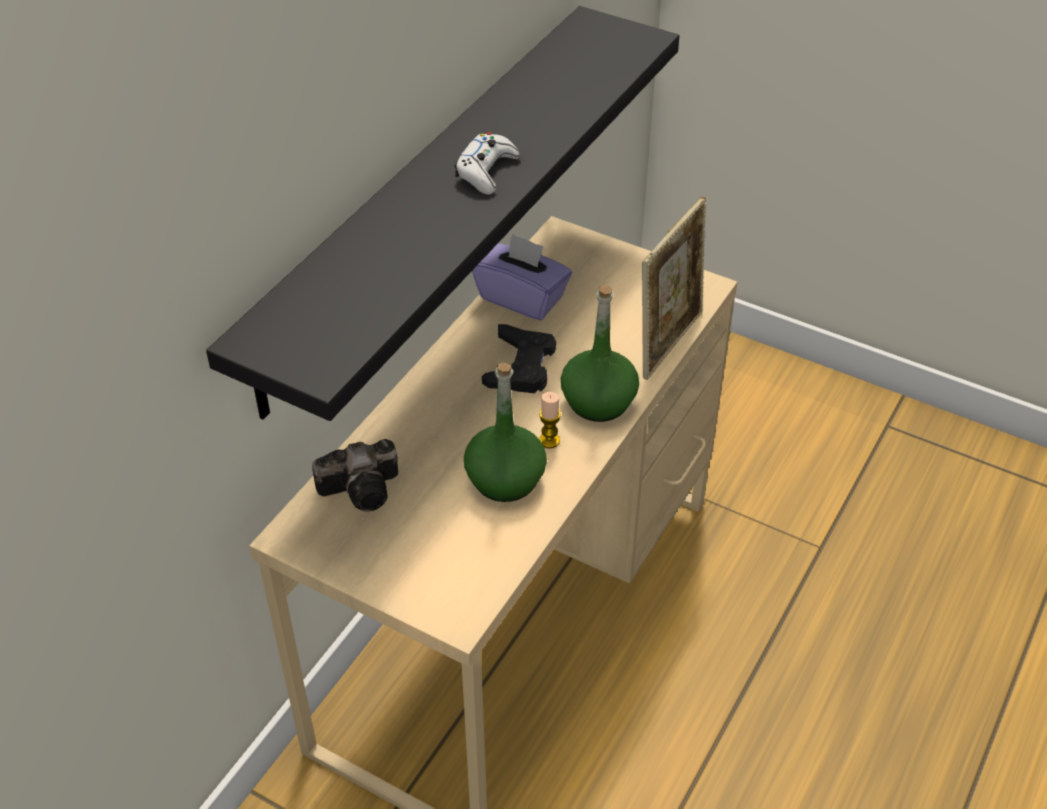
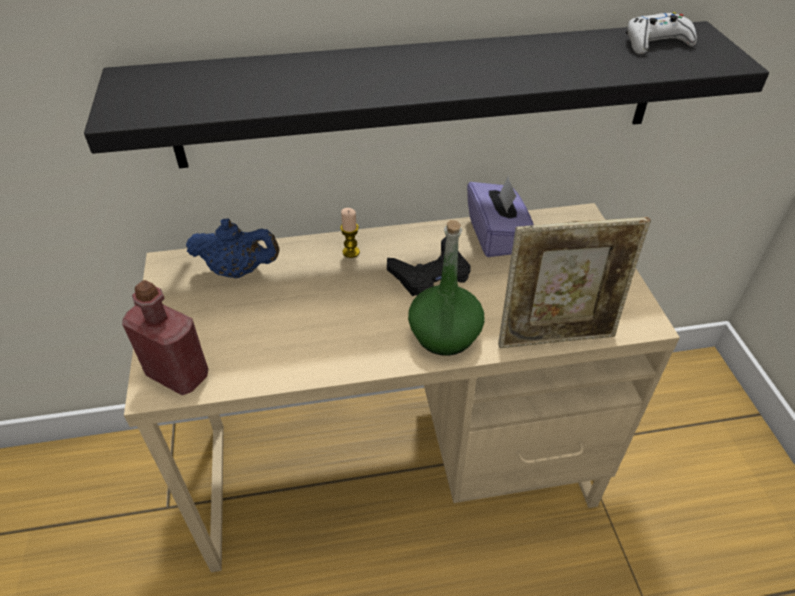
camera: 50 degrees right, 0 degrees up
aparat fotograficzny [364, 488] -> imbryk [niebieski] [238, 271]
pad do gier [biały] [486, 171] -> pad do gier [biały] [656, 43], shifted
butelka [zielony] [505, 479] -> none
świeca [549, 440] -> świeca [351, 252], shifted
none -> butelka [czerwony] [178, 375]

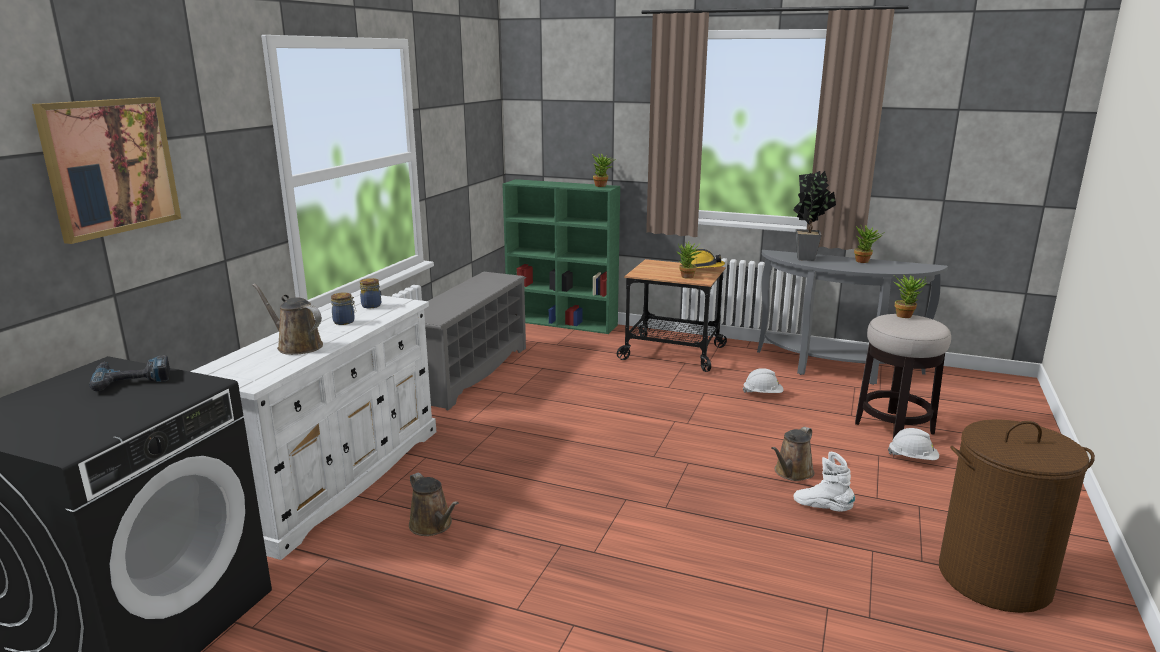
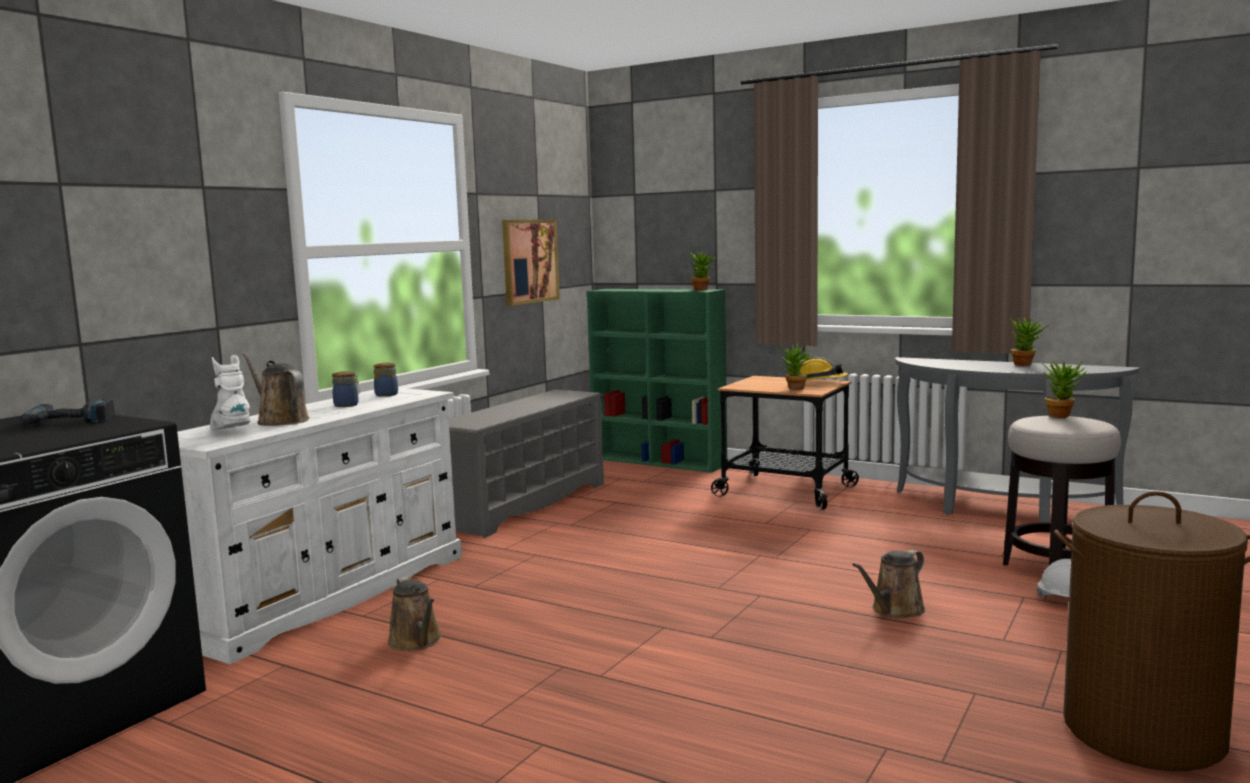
camera: 10 degrees right, 10 degrees down
obraz [110, 166] -> obraz [529, 261], shifted
kask [biały] [762, 394] -> none
roślina doniczkowa [807, 257] -> none
but z cholewką [biały] [822, 508] -> but z cholewką [biały] [231, 432], shifted

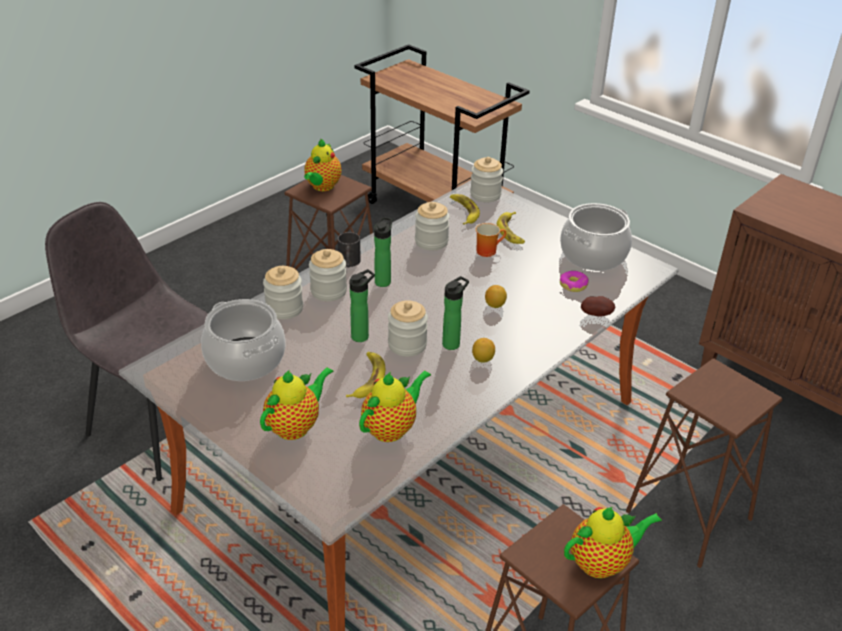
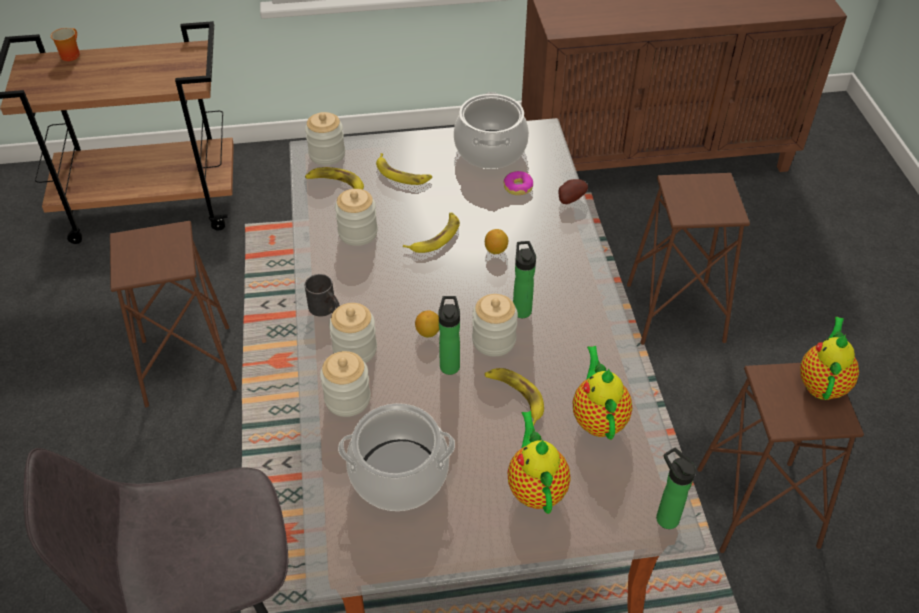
camera: 50 degrees left, 10 degrees up
imbryk [322, 187] -> none
butelka [383, 281] -> butelka [664, 516], shifted
cytryna [483, 359] -> cytryna [428, 332], shifted
kubek [487, 250] -> kubek [70, 54], shifted
none -> banan [435, 237]

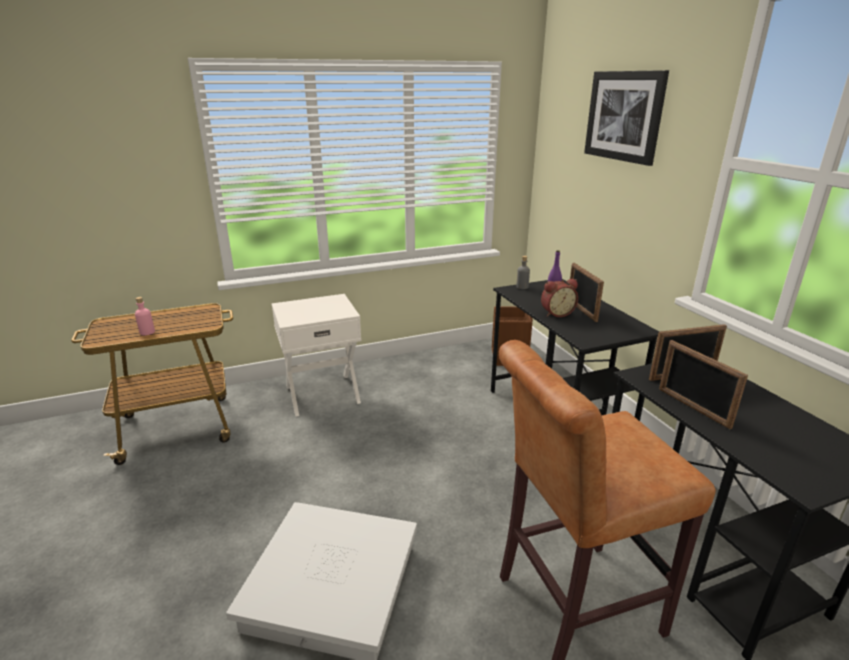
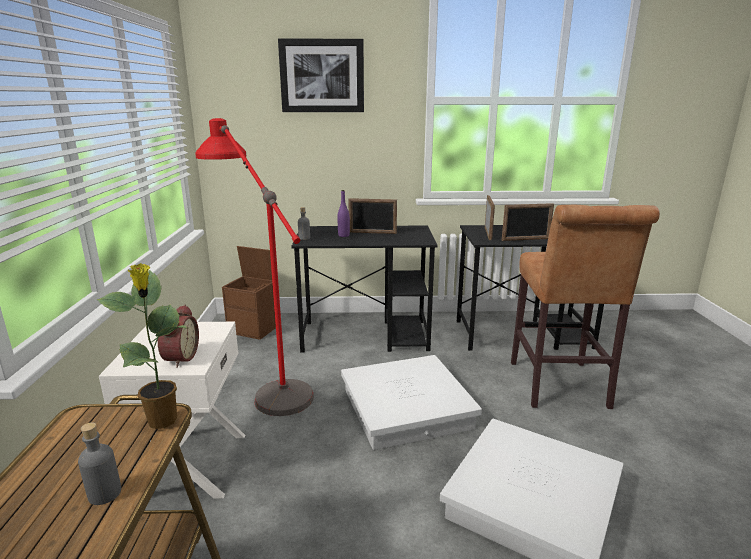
camera: 70 degrees left, 5 degrees down
butelka [różowy] [147, 332] -> butelka [szary] [104, 493]
budzik [556, 313] -> budzik [179, 358], shifted
none -> roślina doniczkowa [163, 421]
none -> lampa stojąca [czerwony] [266, 380]
none -> pojemnik do przechowywania [biały] [407, 408]

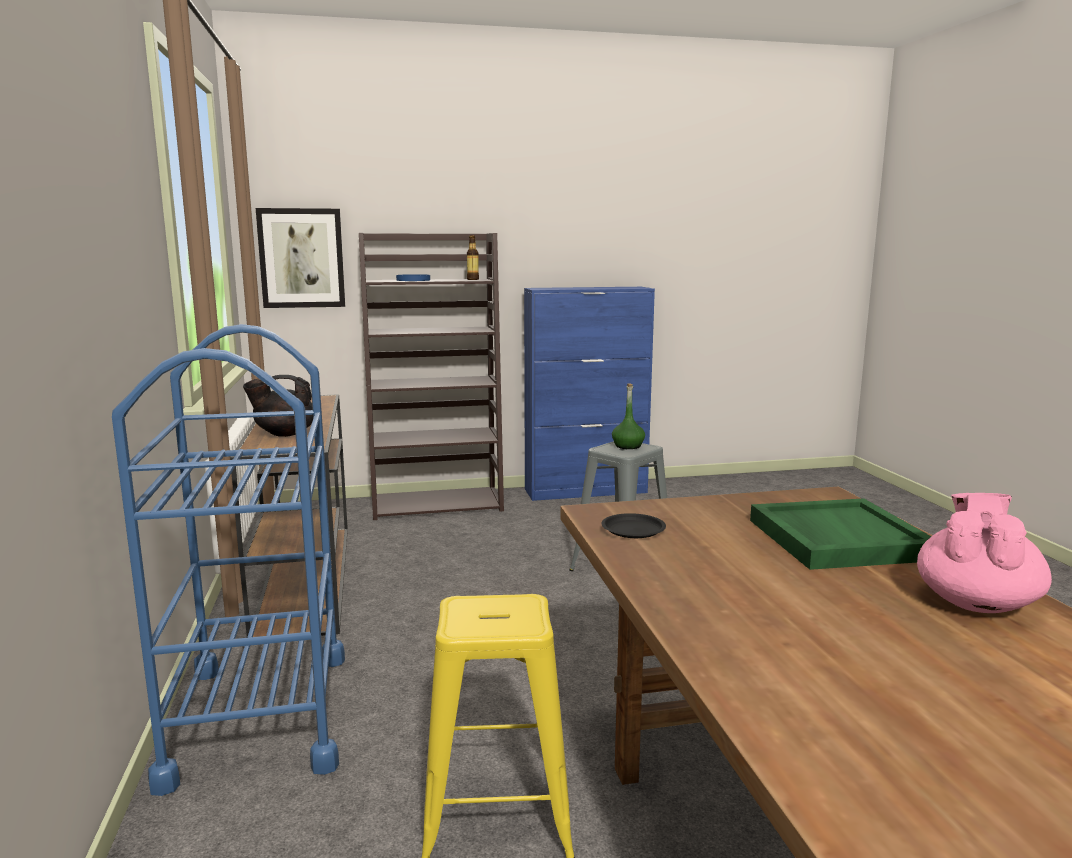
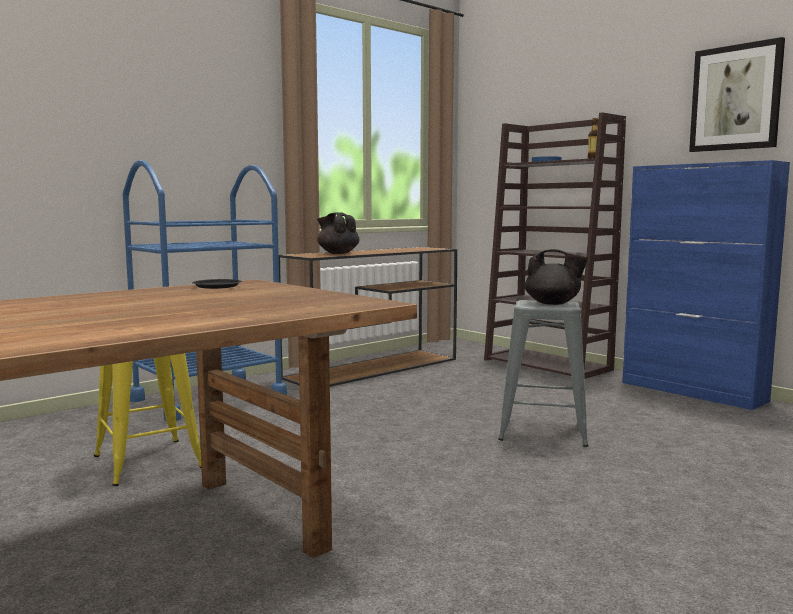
camera: 60 degrees right, 5 degrees down
obraz [301, 258] -> obraz [735, 98], shifted
butelka [zielony] [628, 446] -> imbryk [czarny] [553, 303]
taca [zielony] [836, 539] -> none
imbryk [różowy] [976, 603] -> none

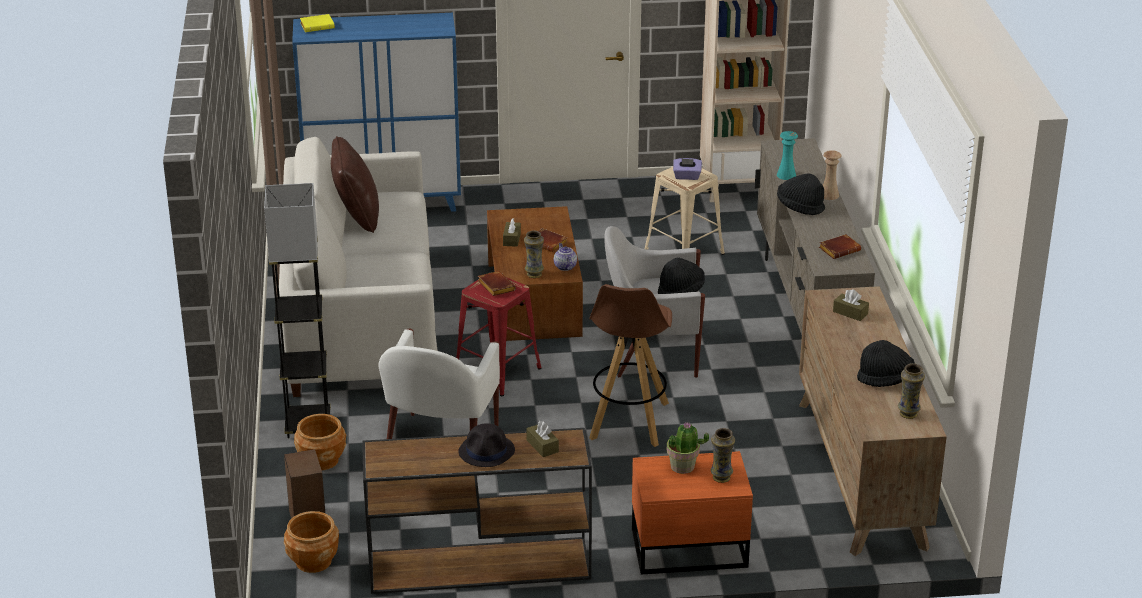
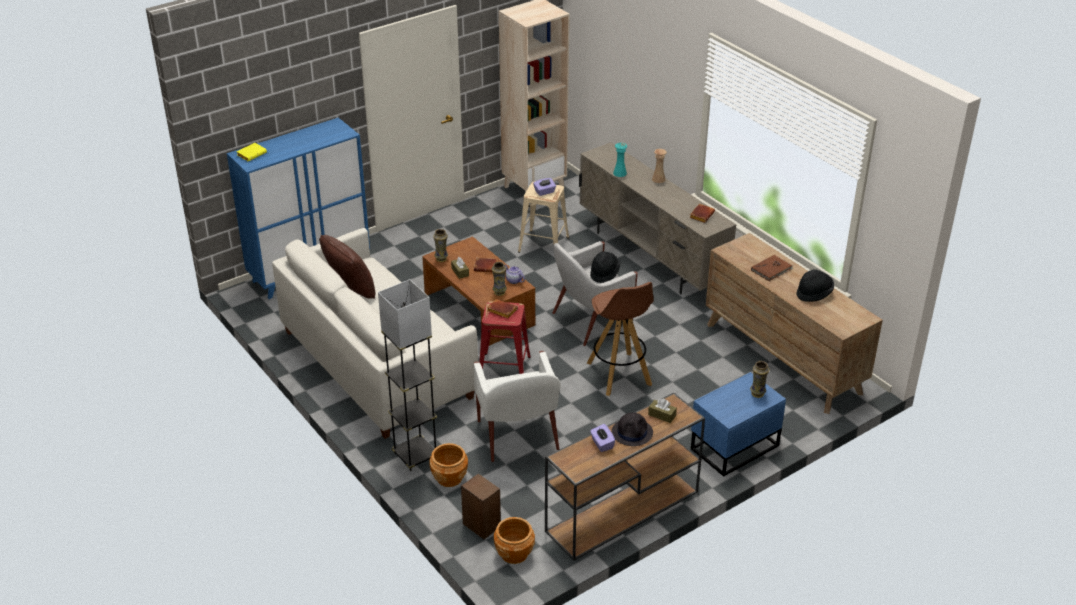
camera: 30 degrees left, 5 degrees up
szafka nocna [pomarańczowy] [687, 547] -> szafka nocna [niebieski] [732, 447]
roślina doniczkowa [683, 466] -> none
kapelusz [czarny] [800, 207] -> none
pudełko chusteczek [brązowy] [850, 313] -> none
wazon [908, 414] -> wazon [441, 259], shifted
none -> pudełko chusteczek [fioletowy] [602, 444]
none -> książka [brązowy] [772, 269]

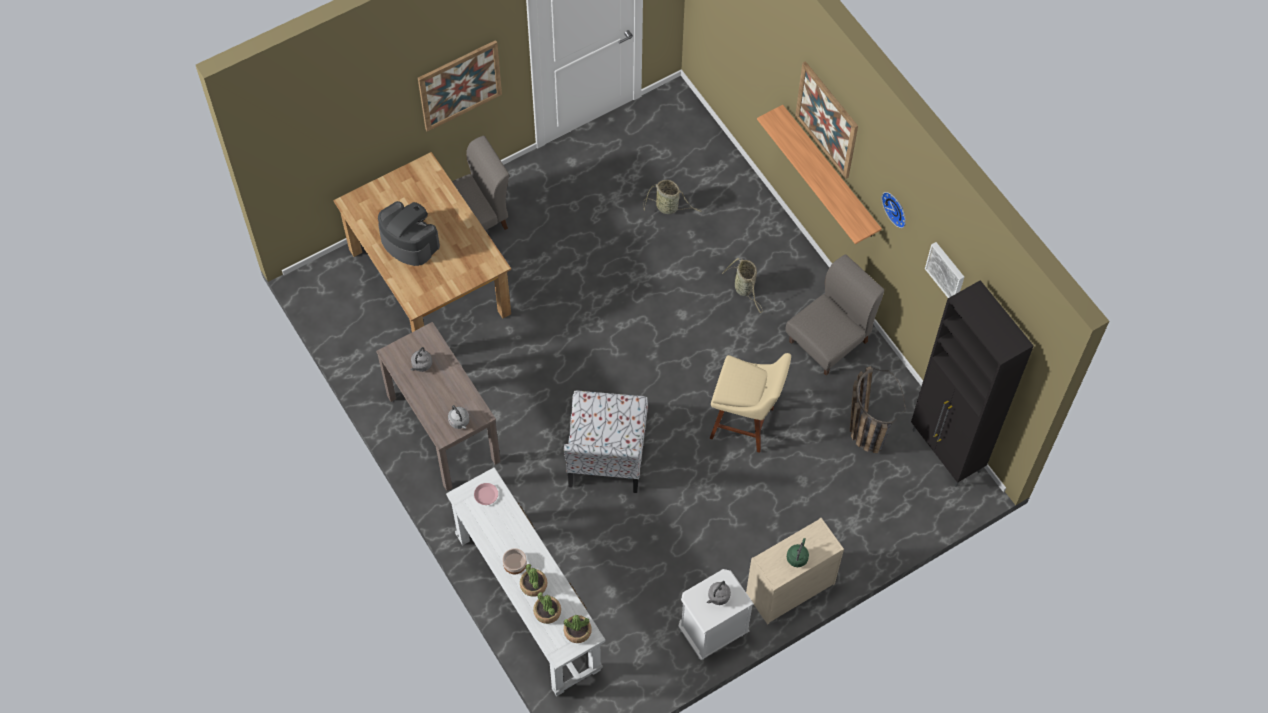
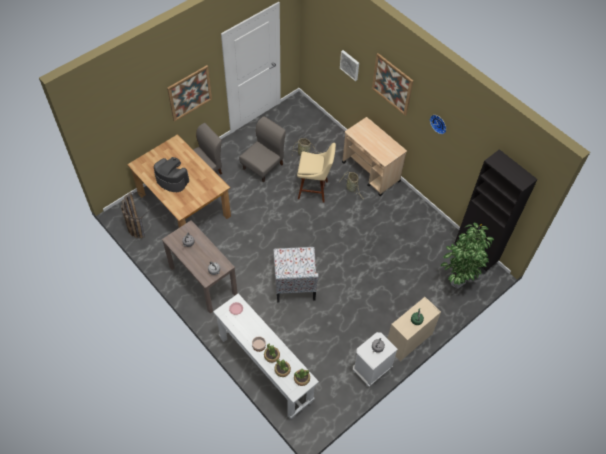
camera: 10 degrees left, 5 degrees down
stołek [beżowy] [745, 424] -> stołek [beżowy] [314, 190], shifted
półka [830, 173] -> none
krzesło [szary] [829, 341] -> krzesło [szary] [263, 166], shifted
koszyk [864, 425] -> koszyk [136, 225], shifted
obraz [946, 271] -> obraz [350, 65], shifted
none -> wózek [beżowy] [371, 172]
none -> roślina doniczkowa [456, 284]

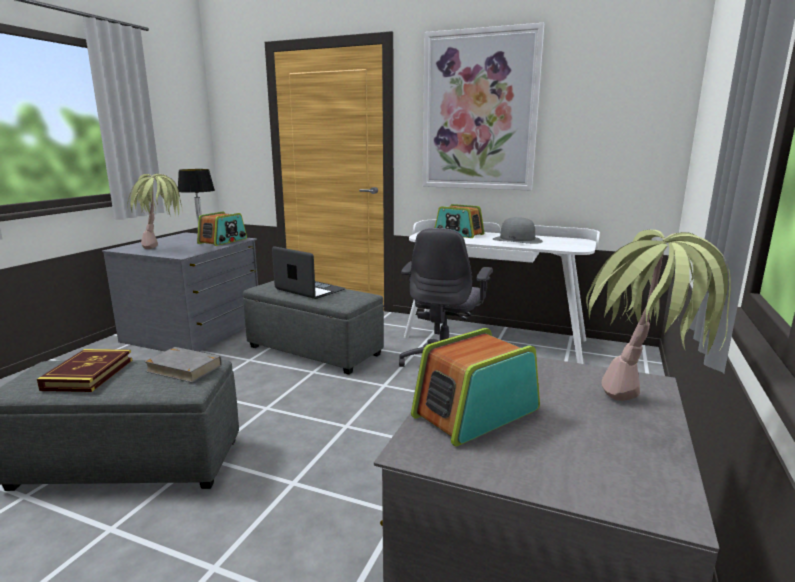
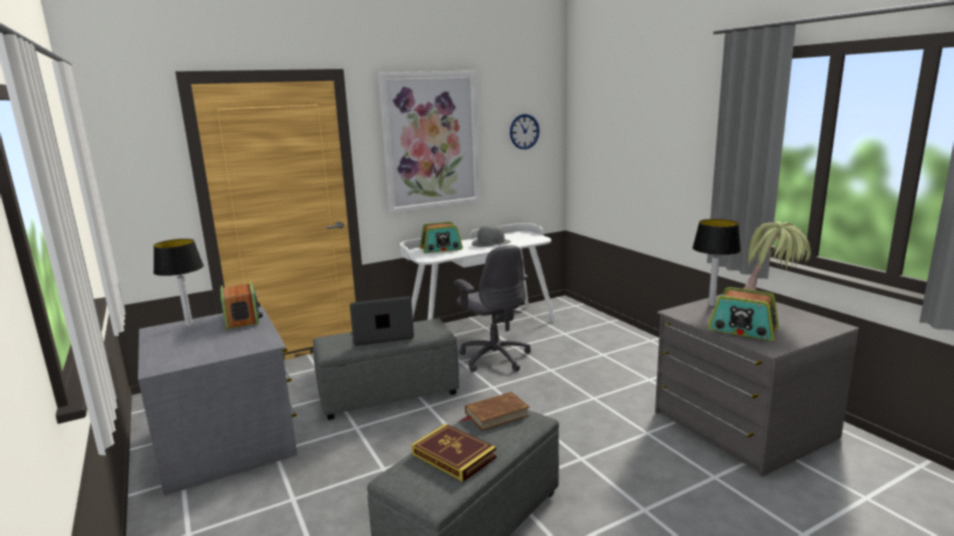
camera: 50 degrees left, 0 degrees up
roślina doniczkowa [162, 250] -> none
książka [szary] [184, 368] -> książka [brązowy] [496, 414]
radio [474, 413] -> radio [742, 330], 60 degrees counterclockwise
none -> zegar ścienny [524, 131]
none -> lampa stołowa [711, 304]

